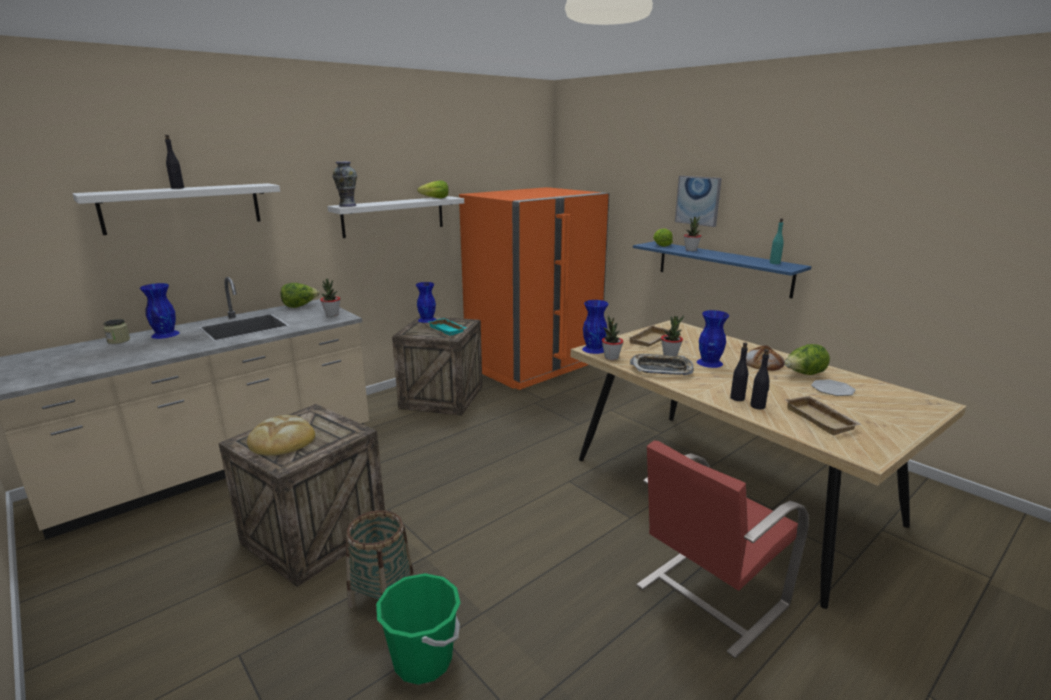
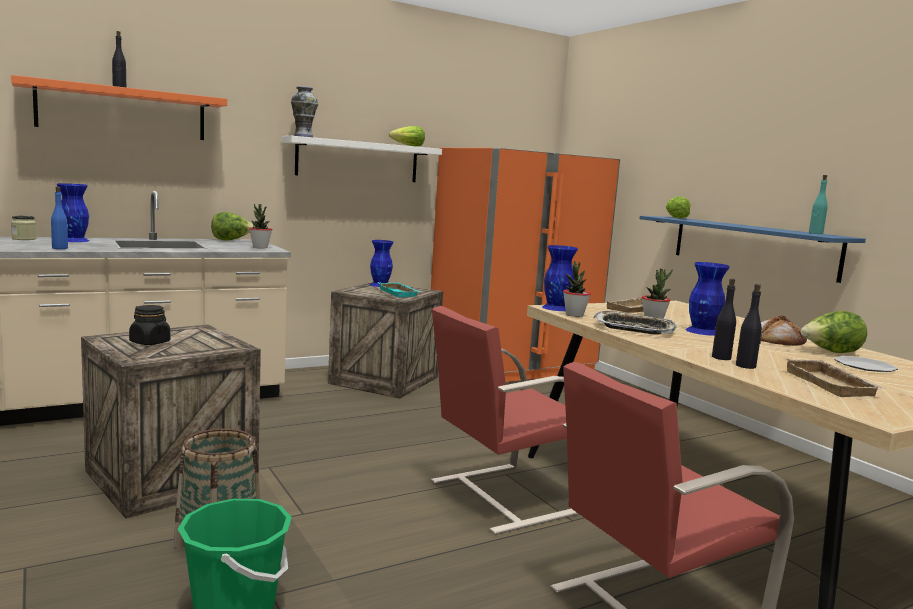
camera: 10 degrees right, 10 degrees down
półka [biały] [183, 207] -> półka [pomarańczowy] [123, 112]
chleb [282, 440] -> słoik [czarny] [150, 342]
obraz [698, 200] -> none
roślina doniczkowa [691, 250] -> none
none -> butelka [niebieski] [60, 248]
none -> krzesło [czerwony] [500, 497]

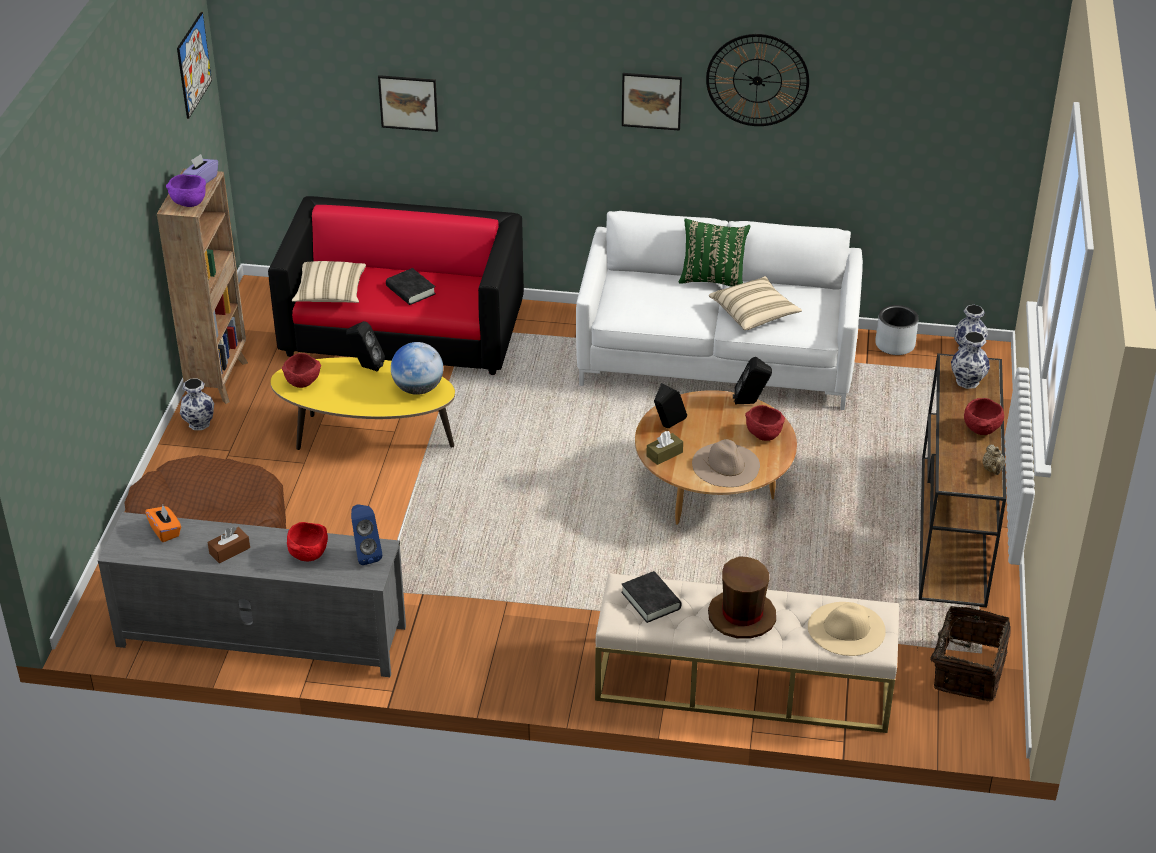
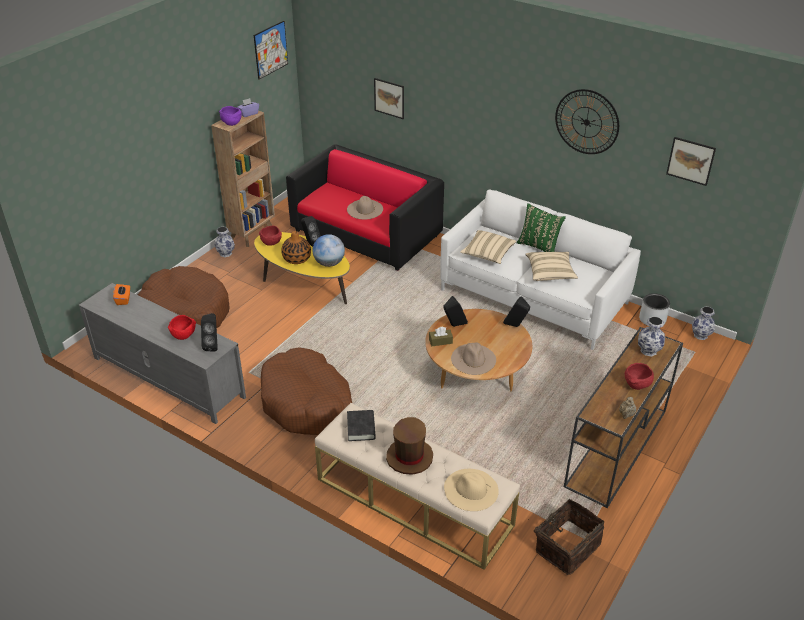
camera: 25 degrees right, 0 degrees up
pudełko chusteczek [brązowy] [229, 550] -> none
poduszka [beżowy] [330, 294] -> poduszka [beżowy] [487, 254], shifted
głośnik [niebieski] [365, 554] -> głośnik [czarny] [213, 345]
książka [czarny] [410, 290] -> kapelusz [beżowy] [365, 209]
obraz [651, 101] -> obraz [690, 161], shifted
miska [czerwony] [762, 435] -> none
none -> legowisko [brązowy] [306, 402]
none -> wazon [296, 259]

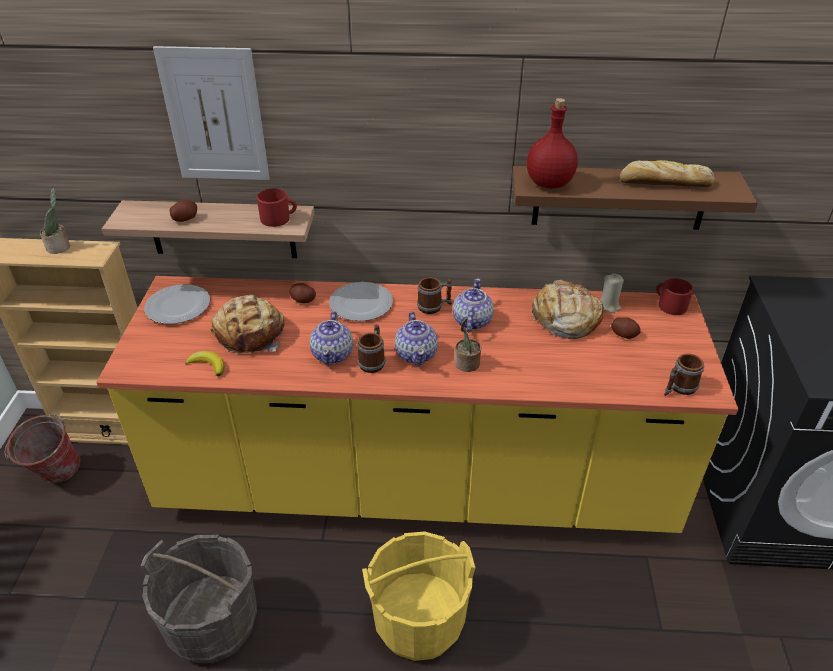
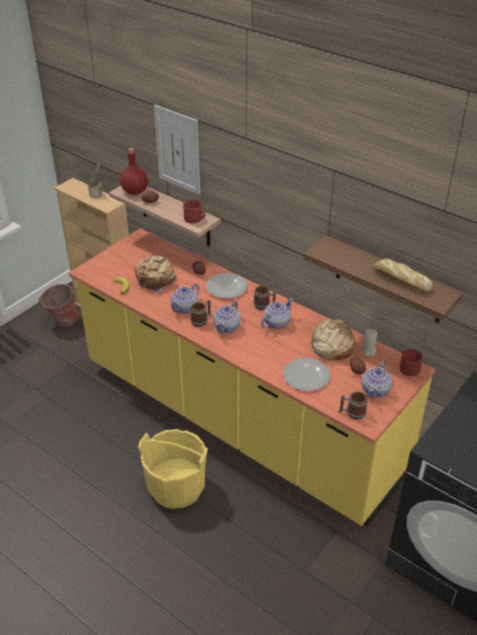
camera: 35 degrees right, 0 degrees up
wiadro [szary] [212, 624] -> none
talerz [177, 306] -> talerz [305, 376], shifted
roślina doniczkowa [466, 364] -> none
butelka [czerwony] [550, 183] -> butelka [czerwony] [135, 192], shifted
none -> imbryk [375, 390]

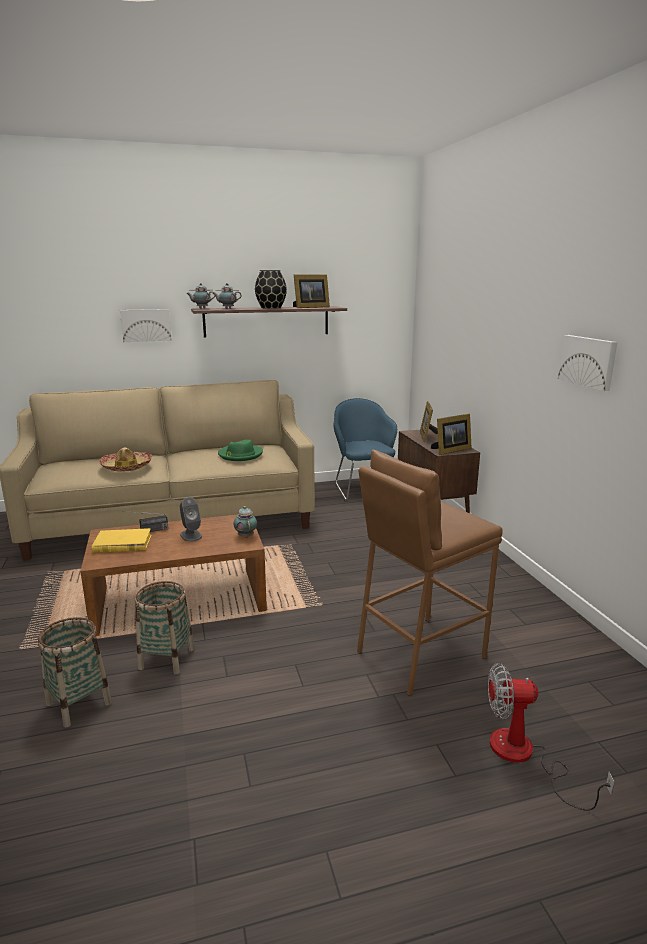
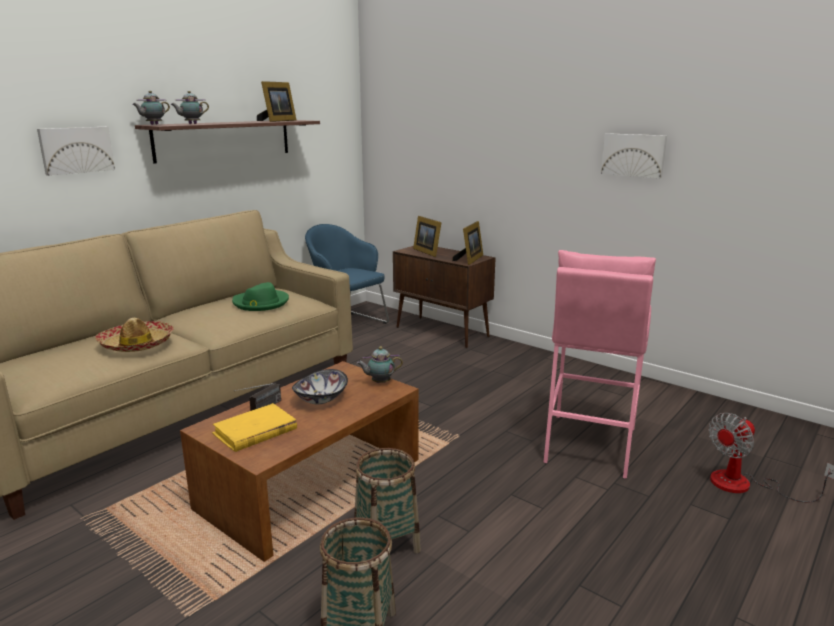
camera: 35 degrees left, 0 degrees up
głośnik [szary] [190, 535] -> miska [320, 399]
imbryk [246, 536] -> imbryk [379, 382], 45 degrees counterclockwise
wazon [czarny] [270, 308] -> none
stołek [brązowy] [419, 654] -> stołek [różowy] [588, 445]

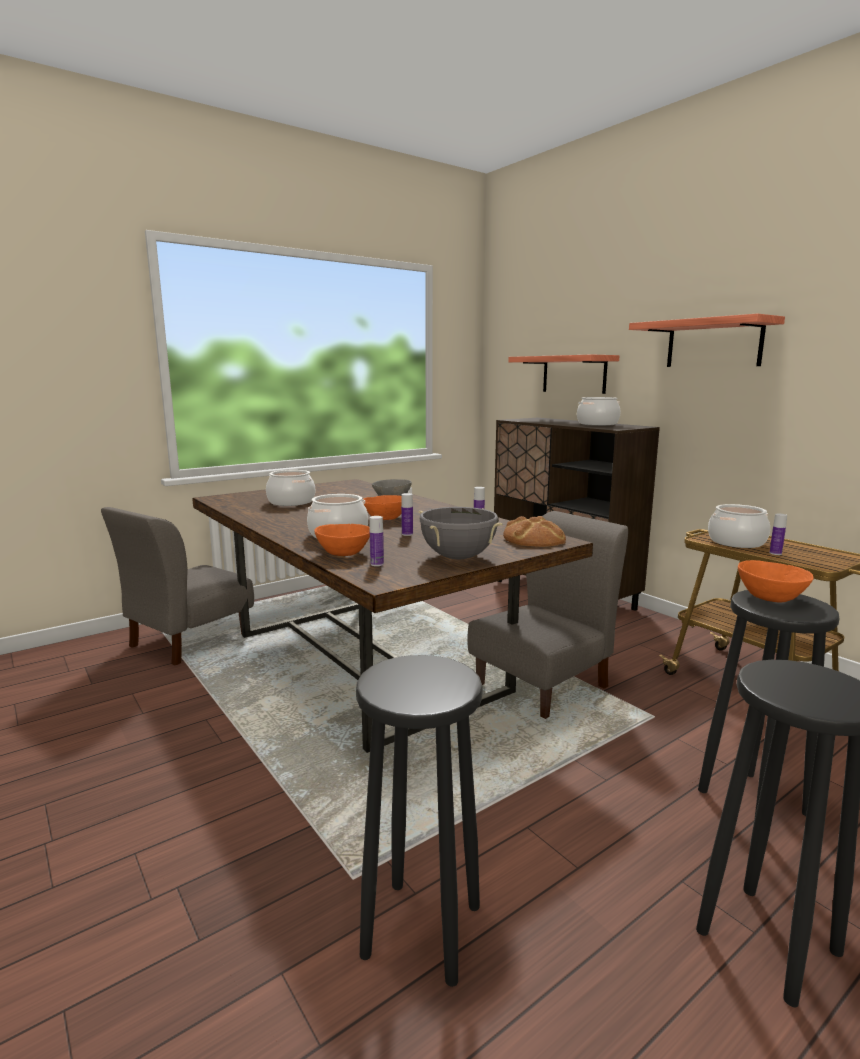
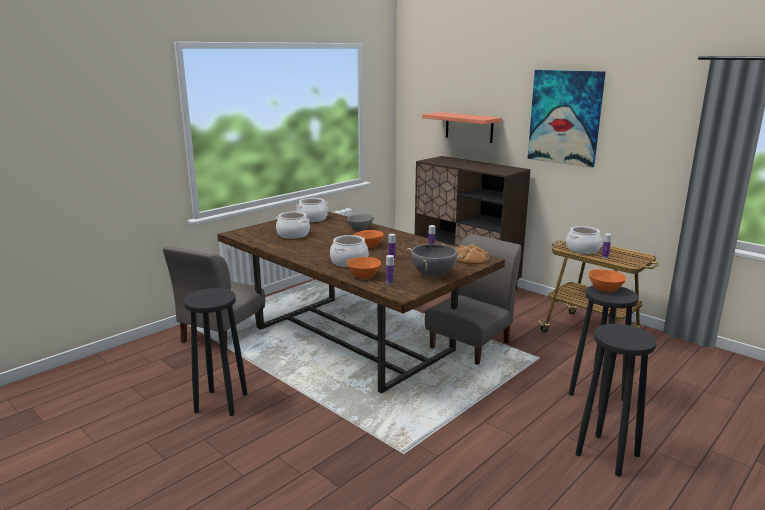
camera: 10 degrees left, 5 degrees up
stołek [czarny] [421, 931] -> stołek [czarny] [221, 403], shifted
garnek [597, 424] -> garnek [312, 219], shifted
półka [713, 344] -> obraz [565, 117]

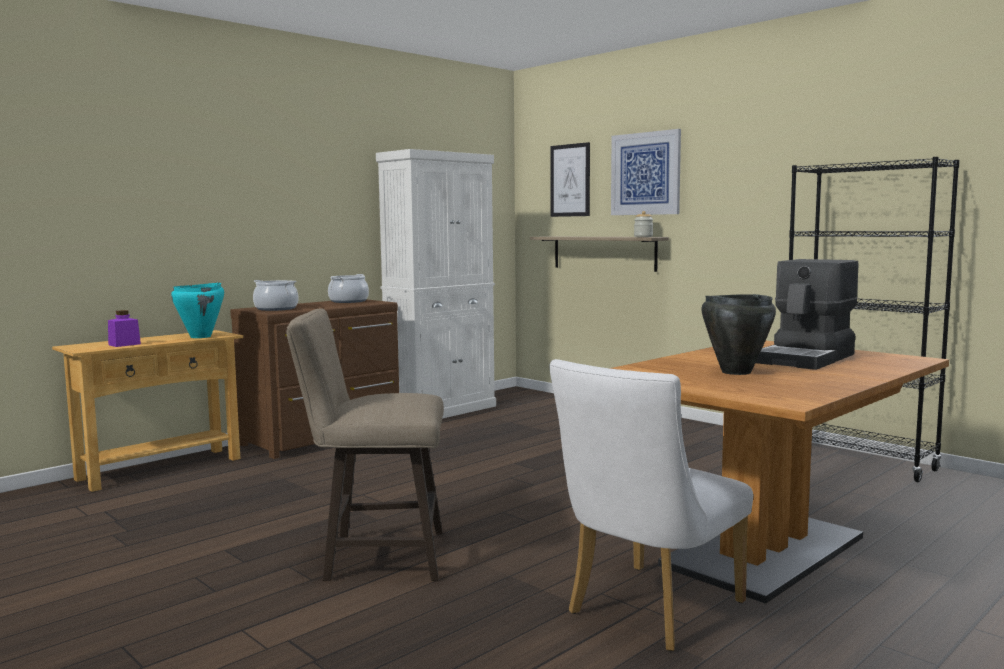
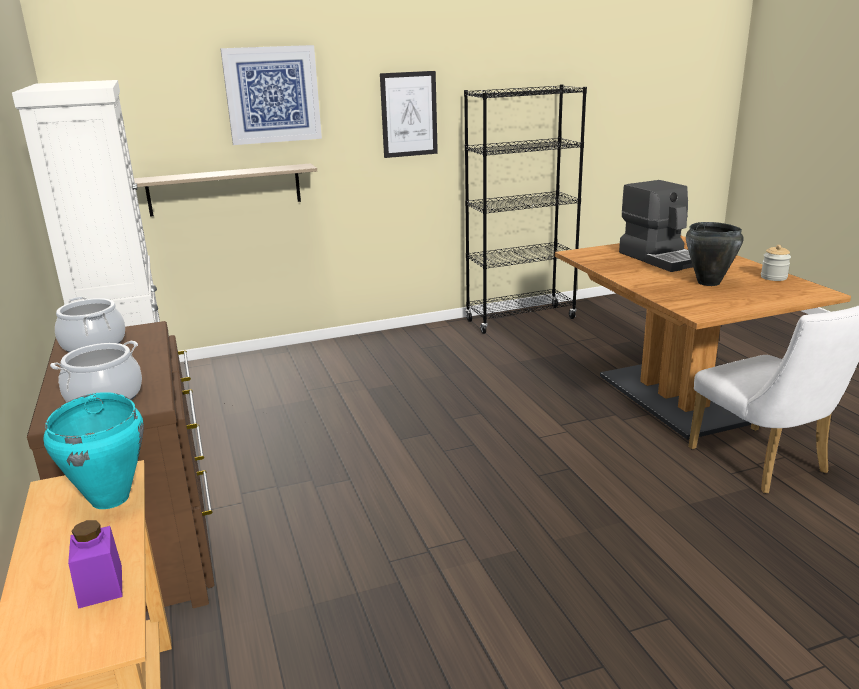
camera: 65 degrees left, 15 degrees up
stołek [beżowy] [375, 556] -> none
obraz [570, 180] -> obraz [409, 114], shifted
słoik [643, 236] -> słoik [773, 277], shifted

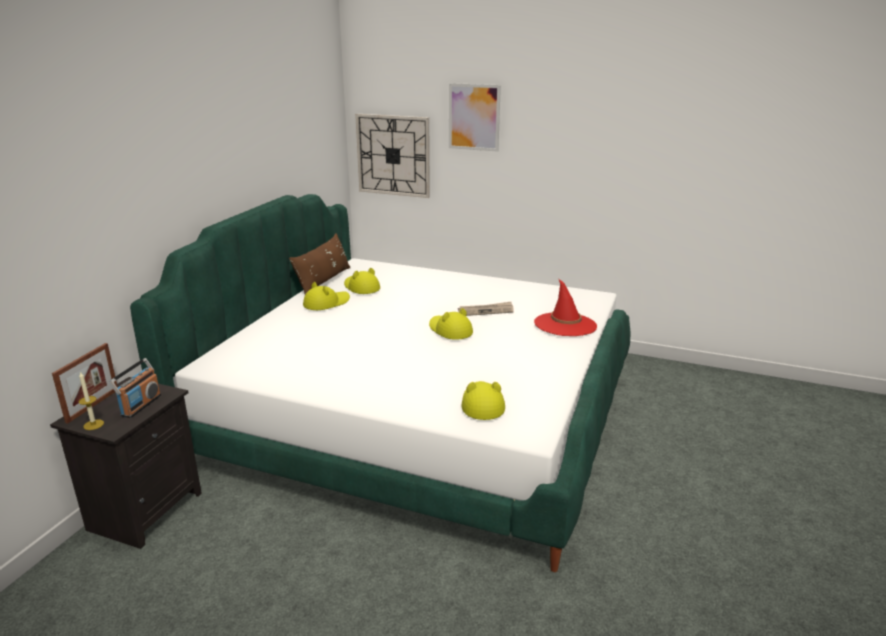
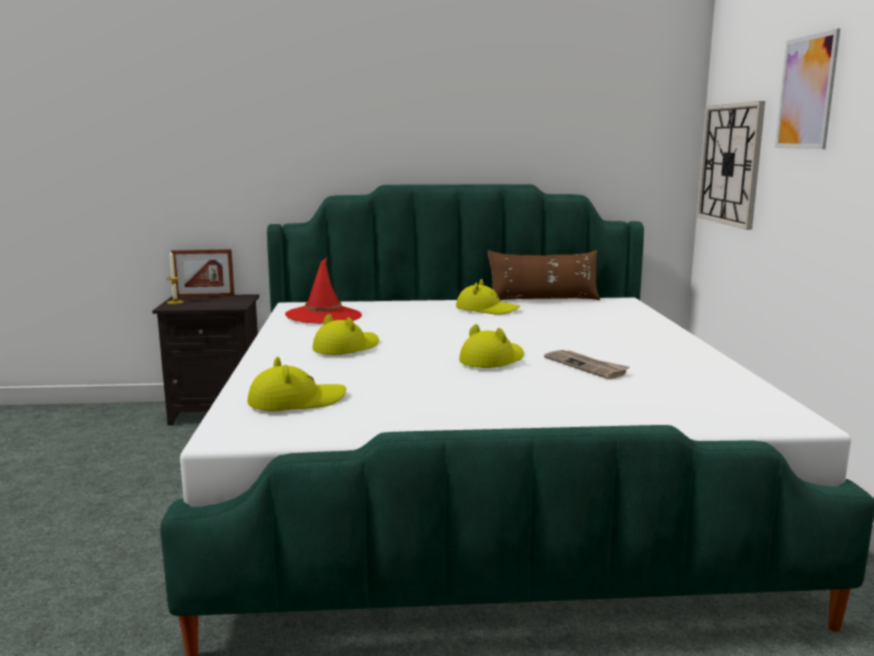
camera: 65 degrees right, 10 degrees down
radio [140, 405] -> none
kapelusz [żółty] [361, 287] -> kapelusz [żółty] [346, 348], shifted
kapelusz [czerwony] [565, 325] -> kapelusz [czerwony] [324, 316], shifted

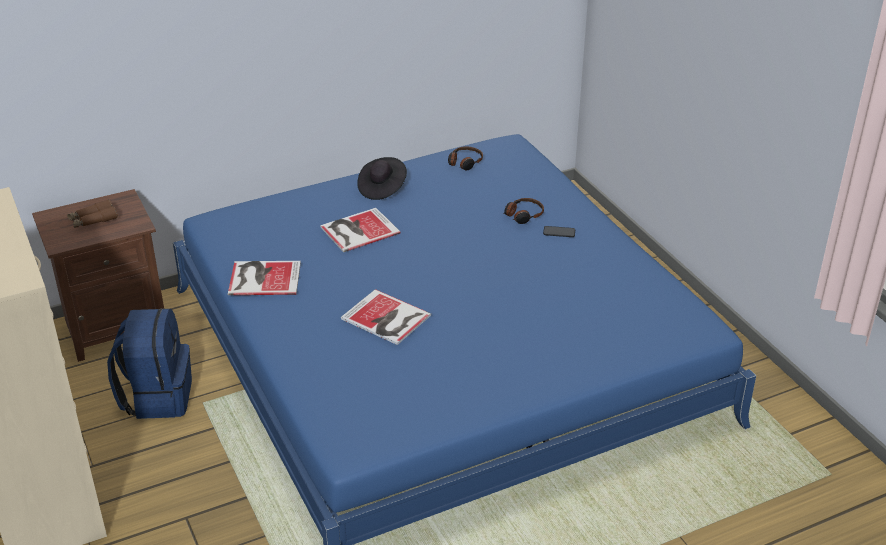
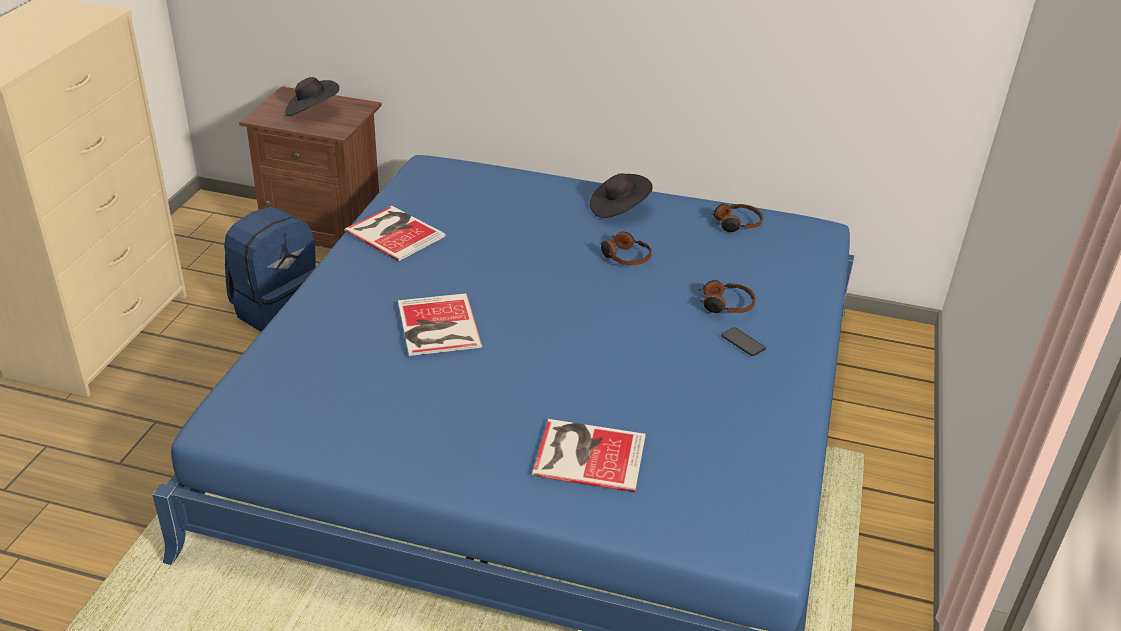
camera: 40 degrees right, 0 degrees up
lornetka [brązowy] [93, 220] -> kapelusz [czarny] [312, 111]
książka [357, 230] -> książka [587, 453], shifted
none -> słuchawki [624, 256]

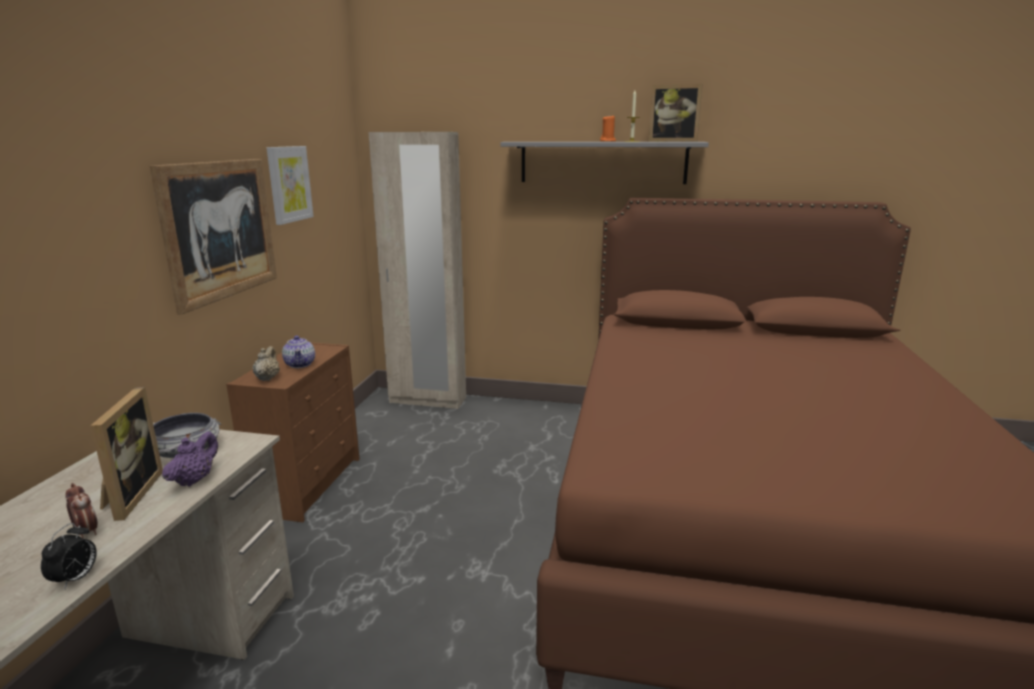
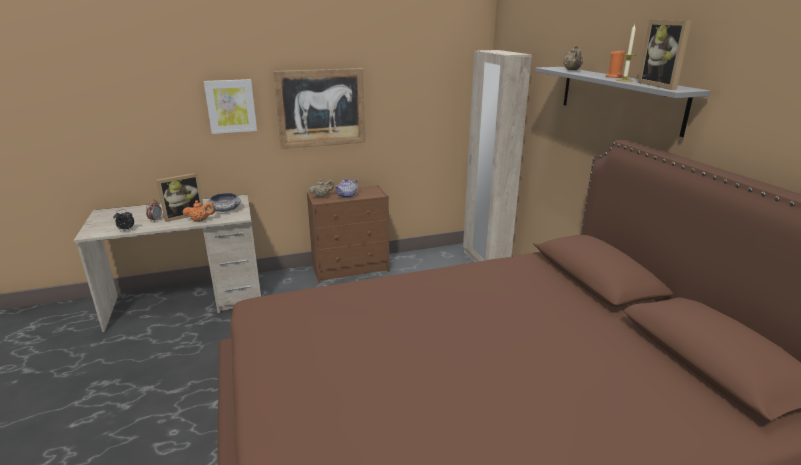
camera: 60 degrees right, 5 degrees up
imbryk [fioletowy] [194, 480] -> imbryk [pomarańczowy] [200, 220]
obraz [289, 184] -> obraz [231, 106], shifted
none -> imbryk [beżowy] [572, 70]

